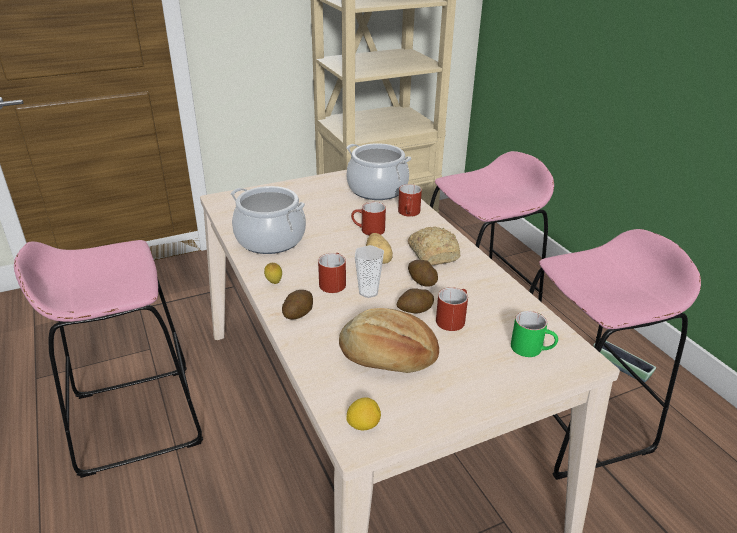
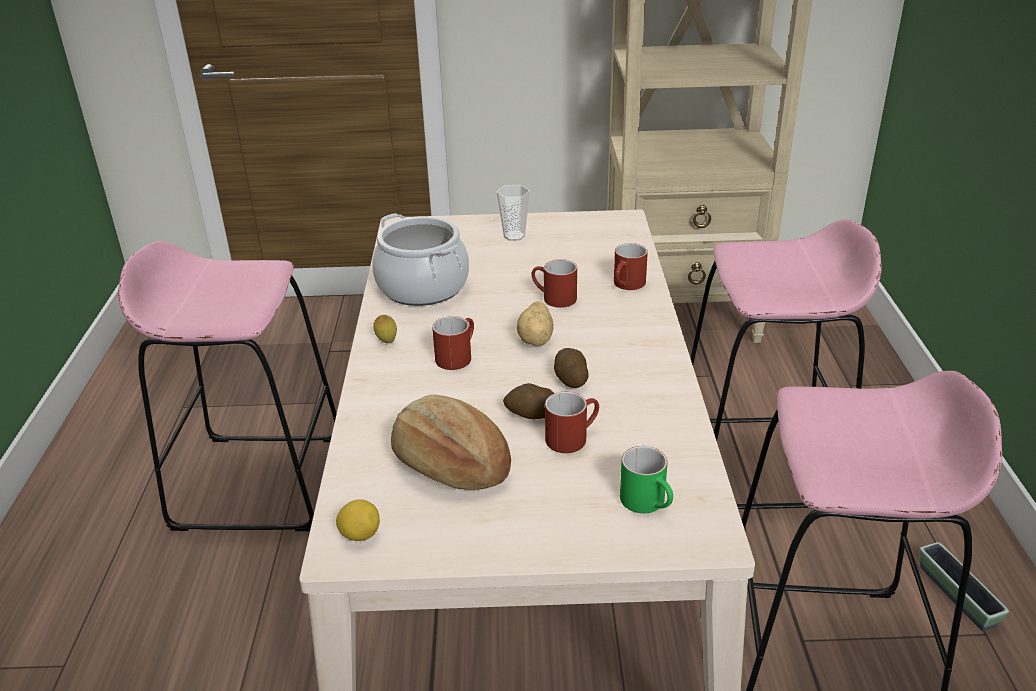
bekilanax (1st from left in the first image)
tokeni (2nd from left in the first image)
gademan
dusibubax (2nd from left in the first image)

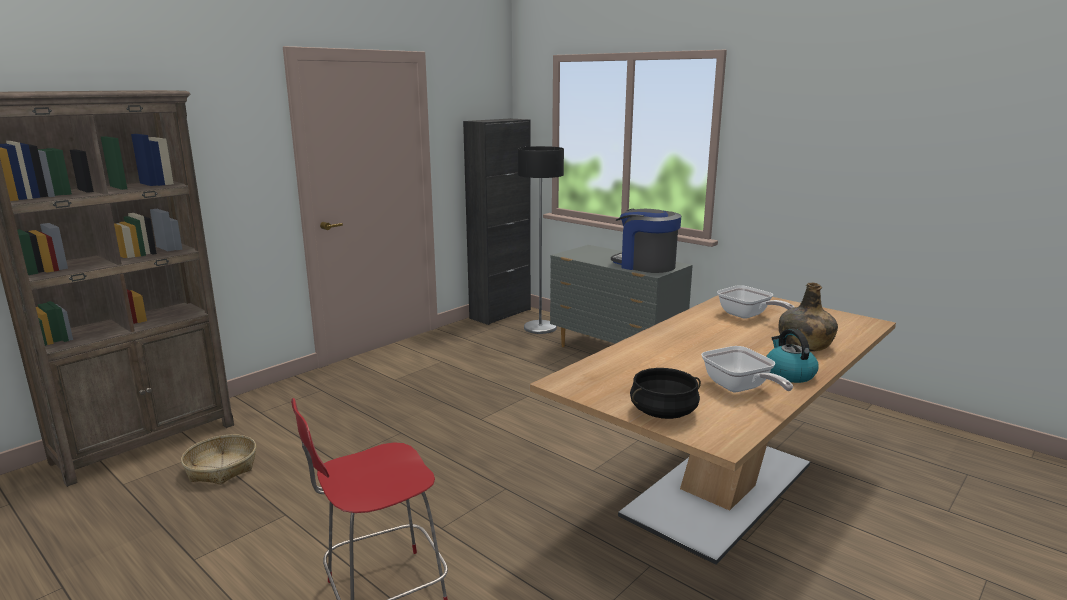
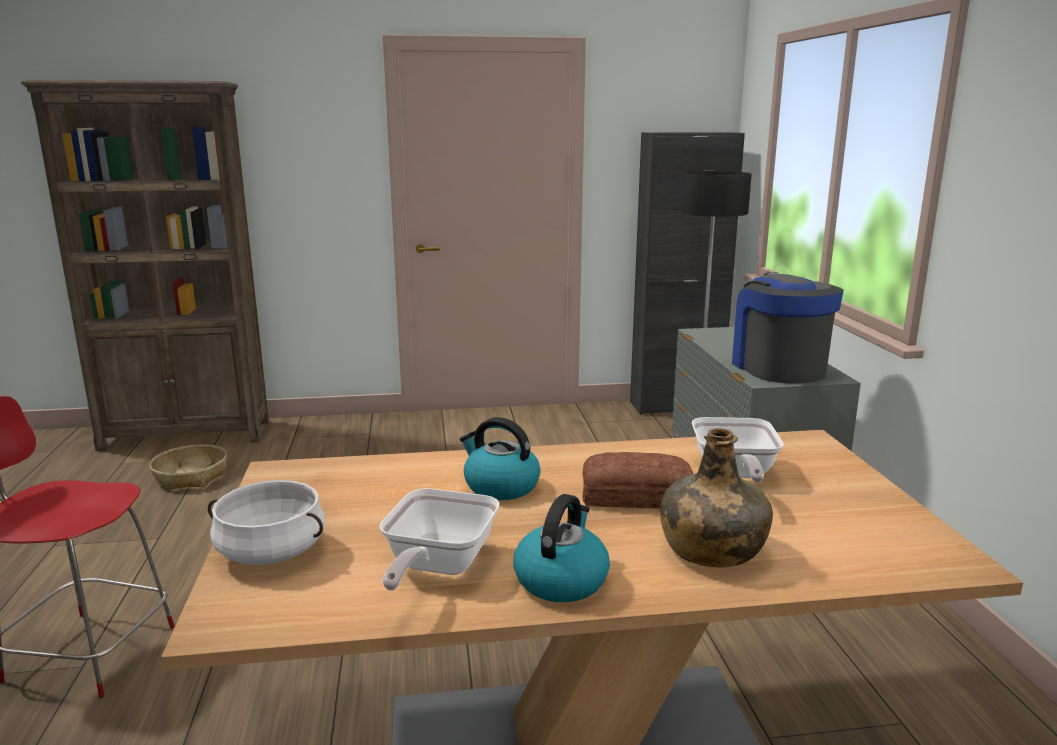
tokeni (white)
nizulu (1st from left)
dusibubax

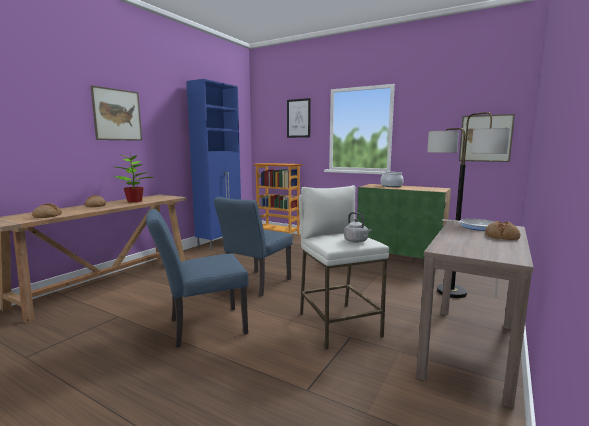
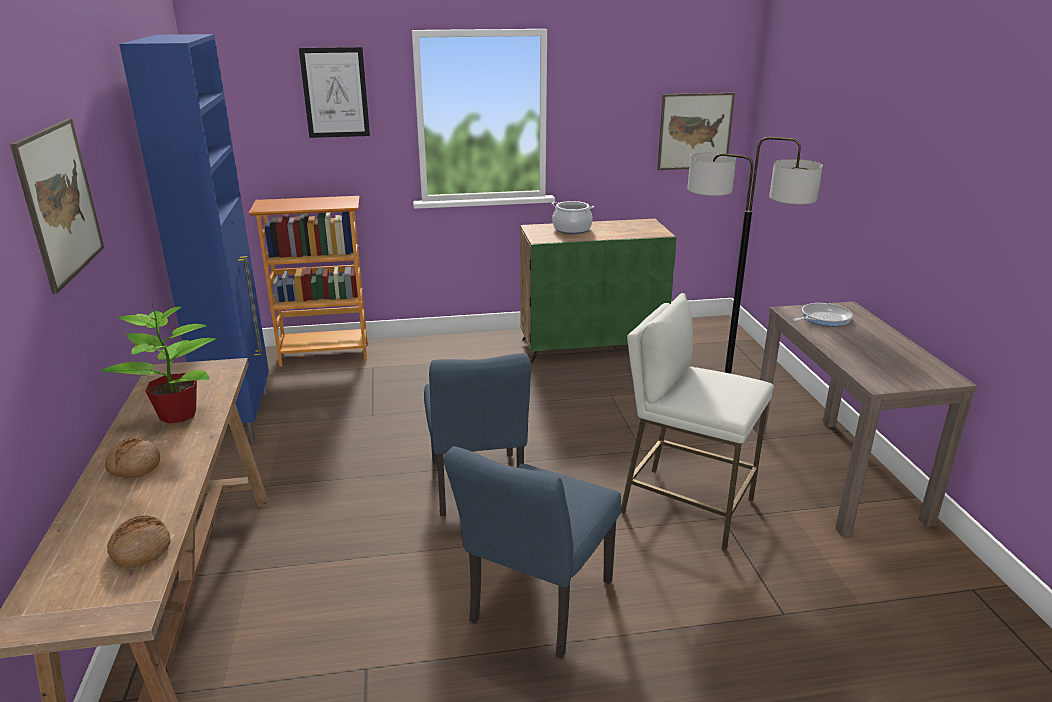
nizulu (grey)
dusibubax (3rd from left in the first image)

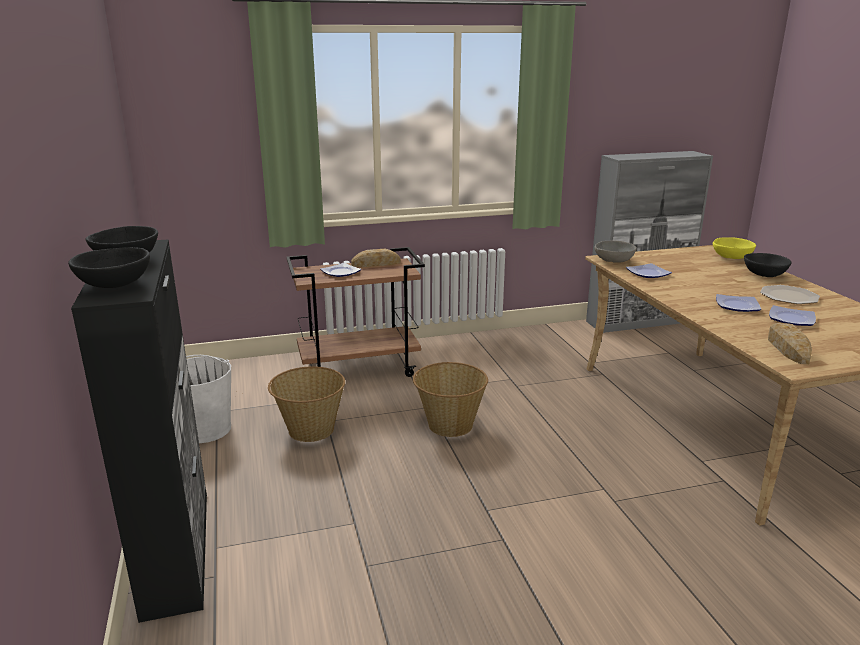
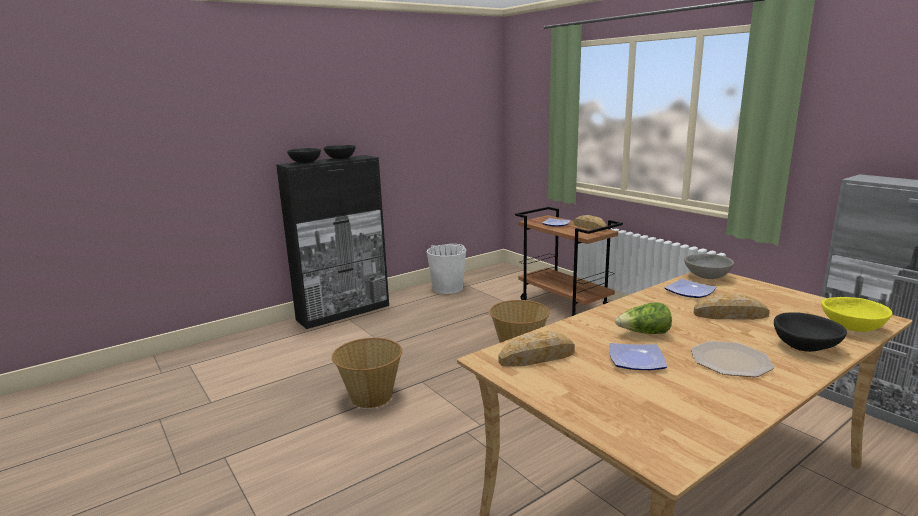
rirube (1st from left)
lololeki
dusibubax (3rd from left)

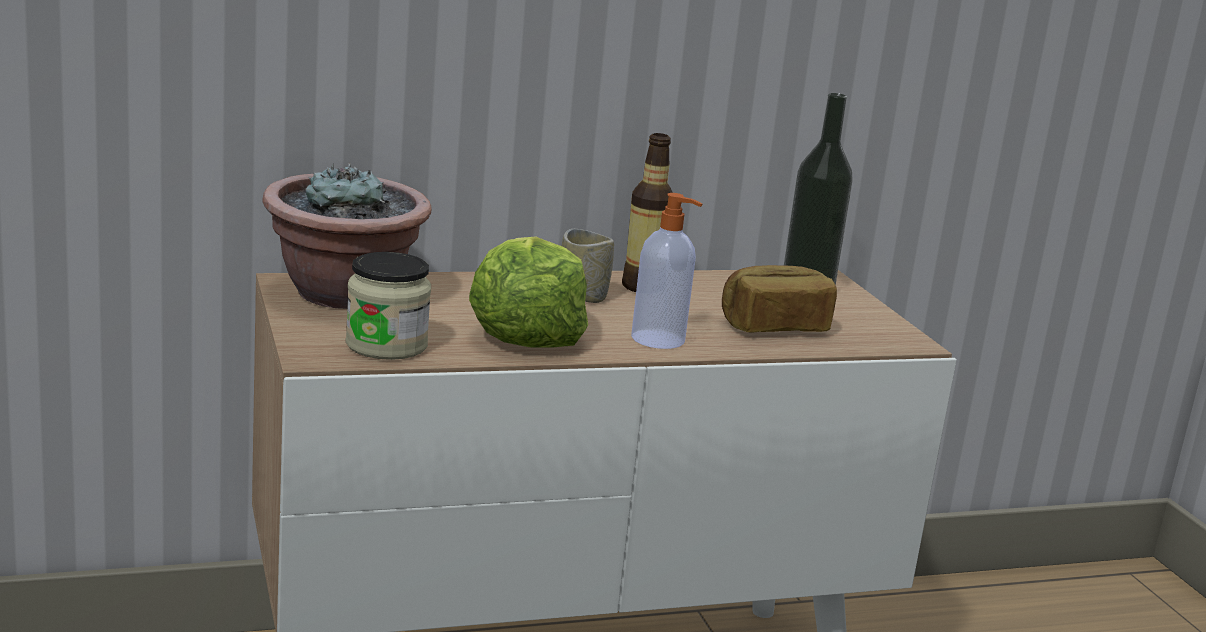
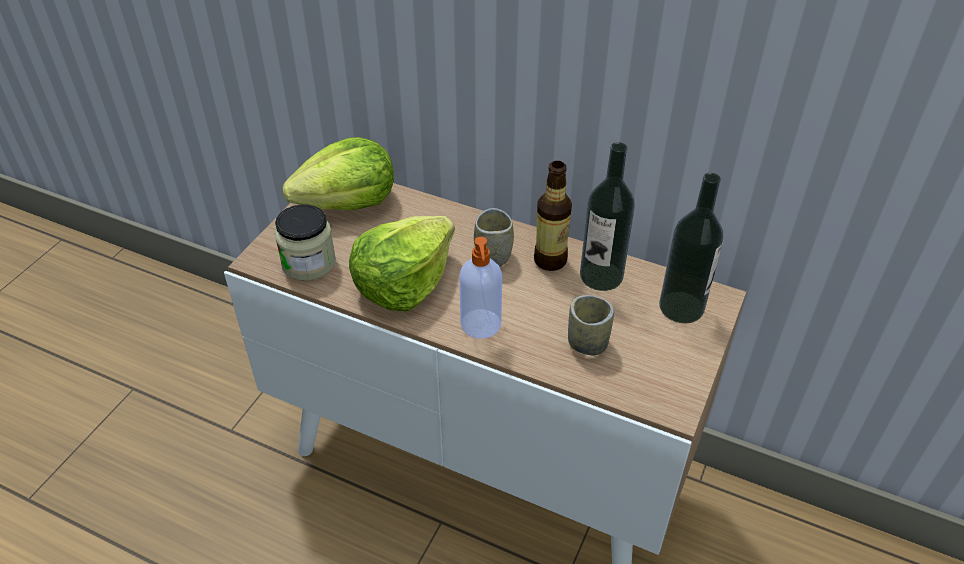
lololeki (1st from left)
gademan (2nd from left)
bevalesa (2nd from left)

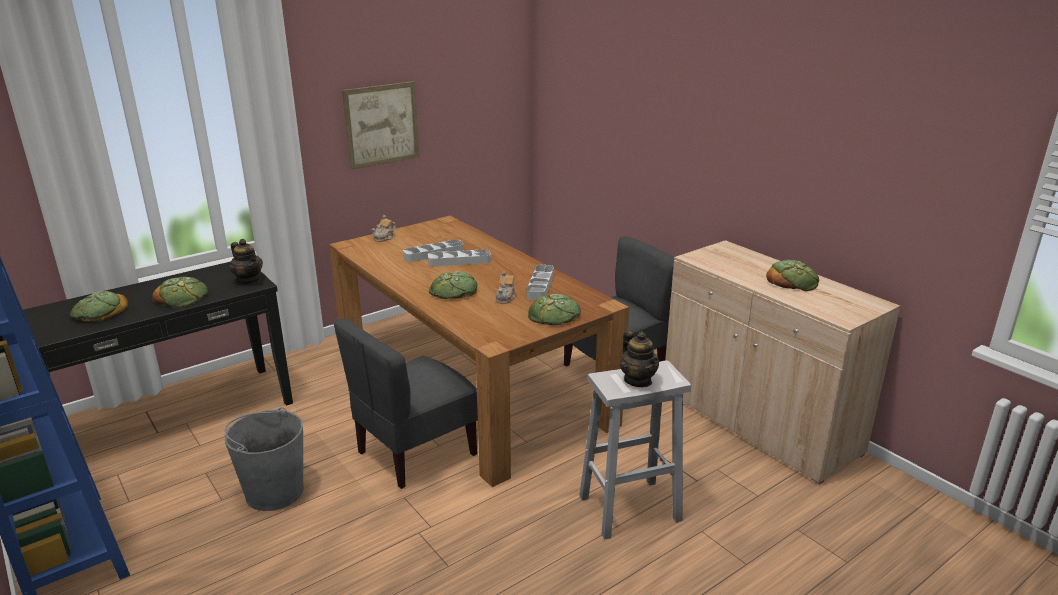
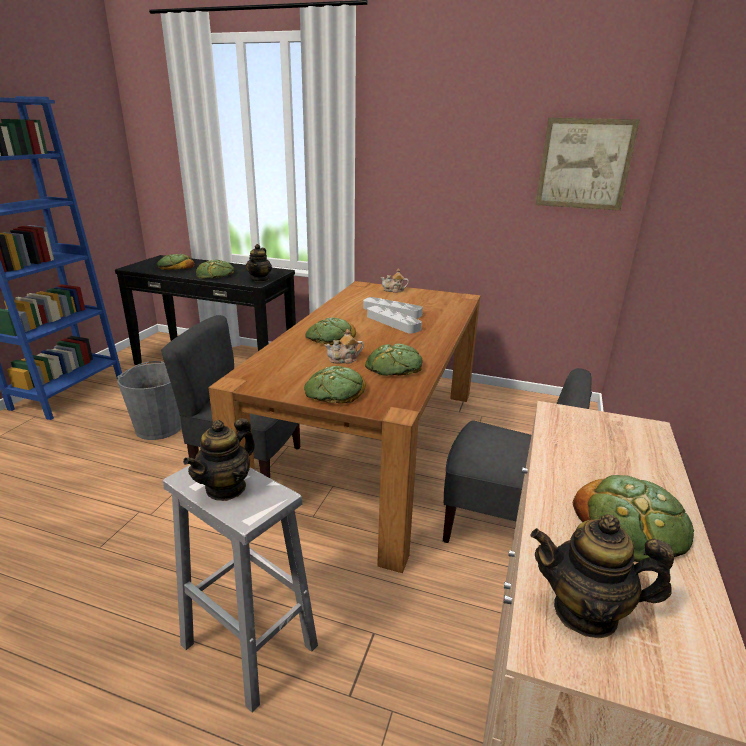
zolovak
dusibubax (5th from left)
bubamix (5th from left)

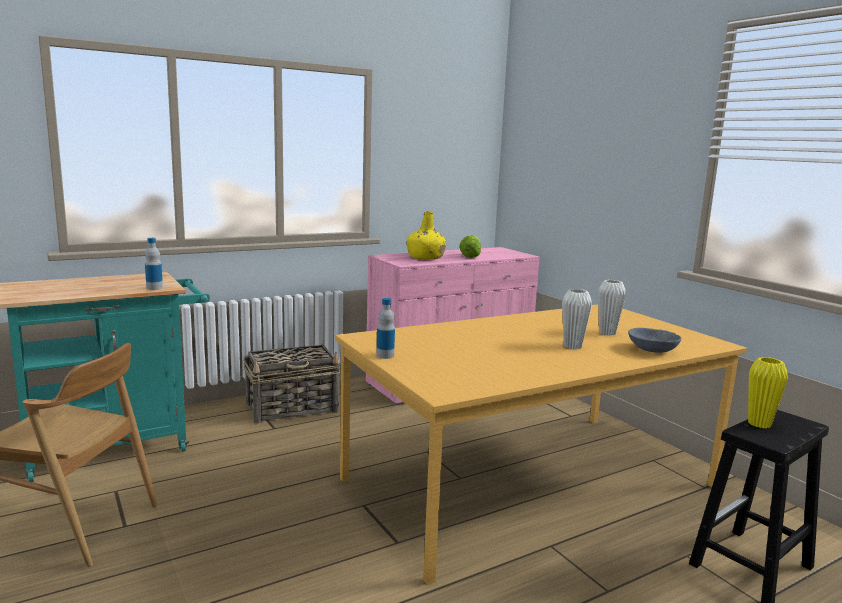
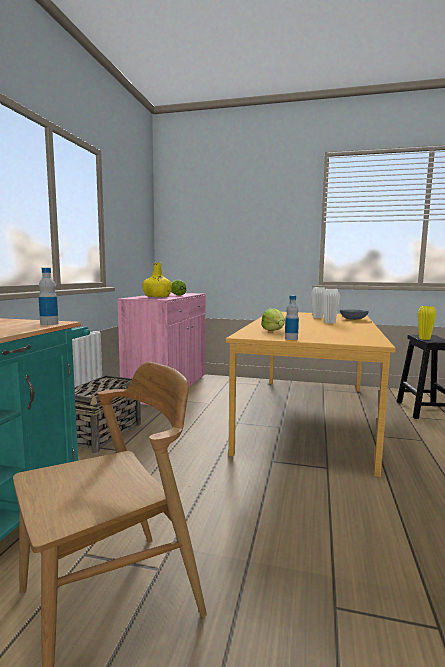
lololeki (2nd from left)

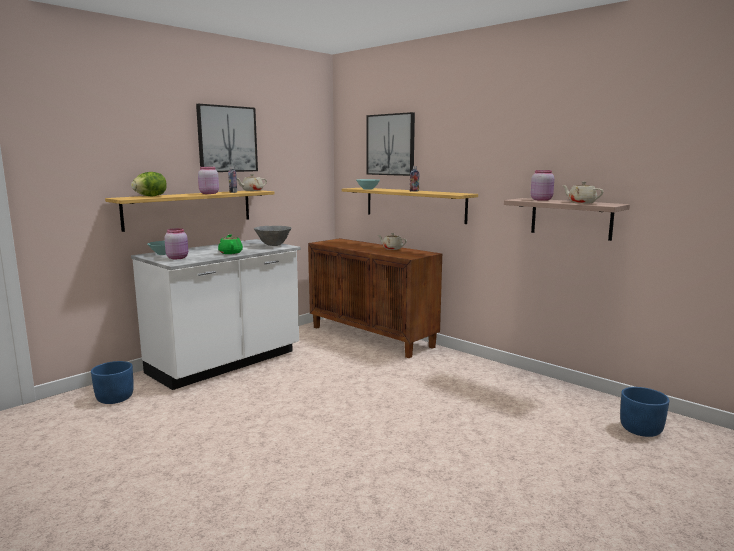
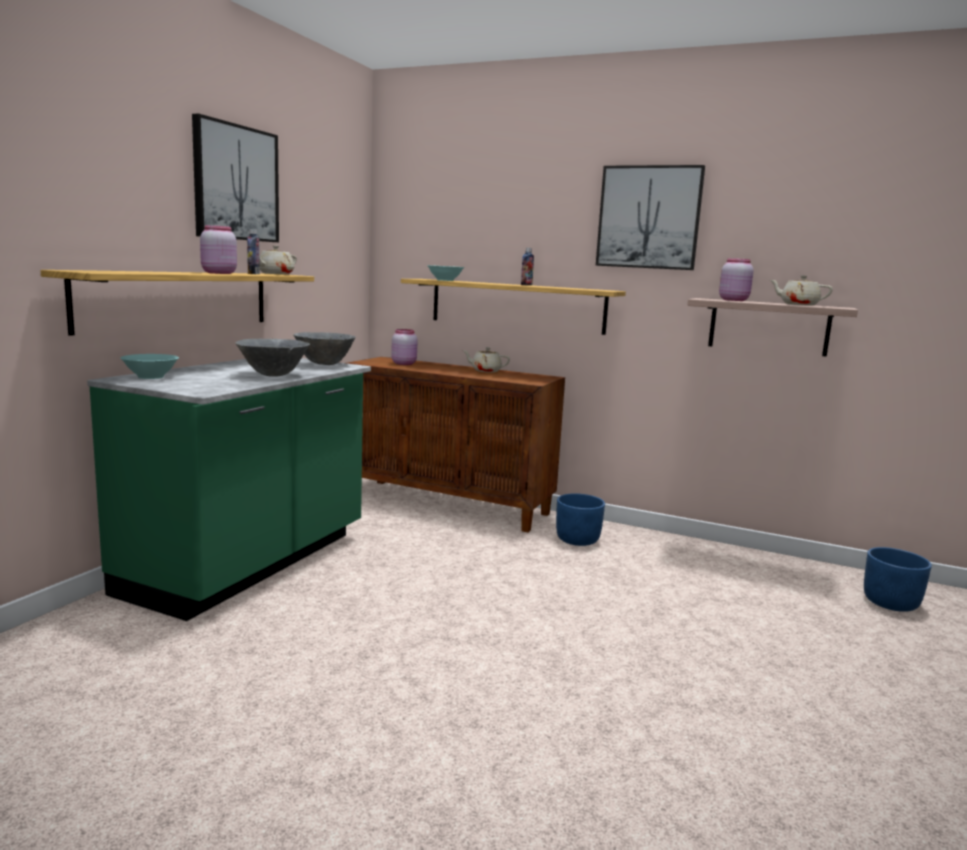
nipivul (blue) (1st from left)
lololeki
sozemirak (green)
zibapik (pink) (2nd from left)
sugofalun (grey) (1st from left)
zolovak (2nd from left)

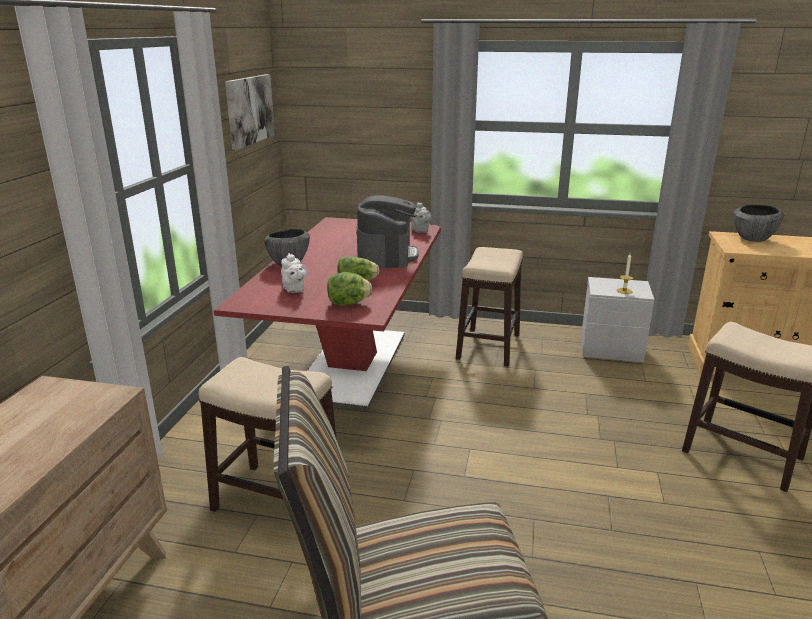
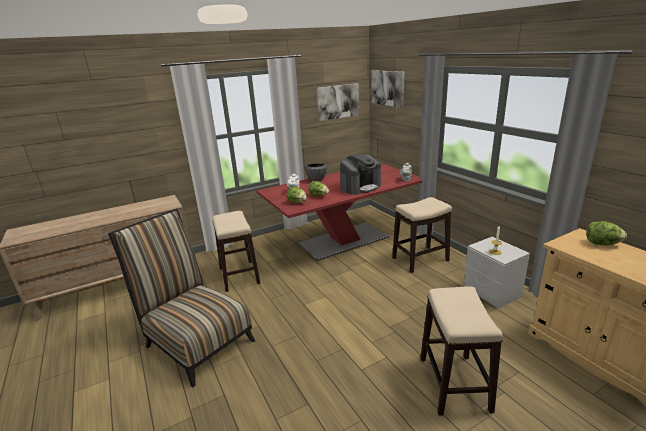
lololeki (3rd from left)
zolovak (2nd from left)

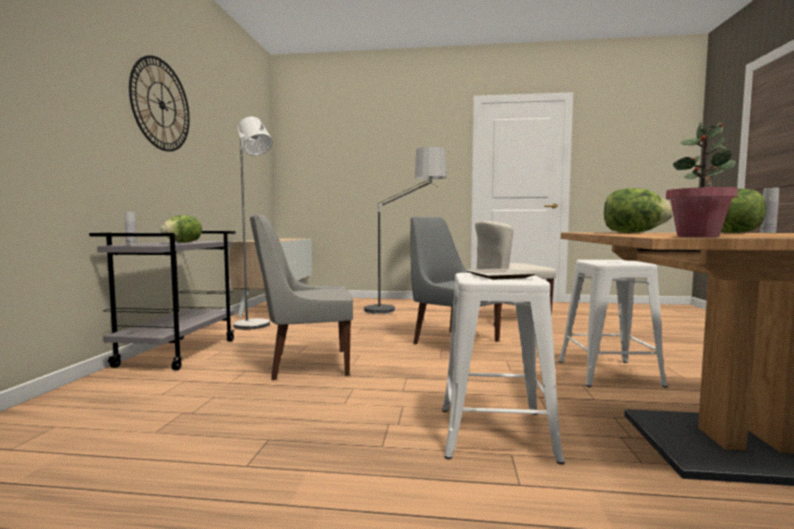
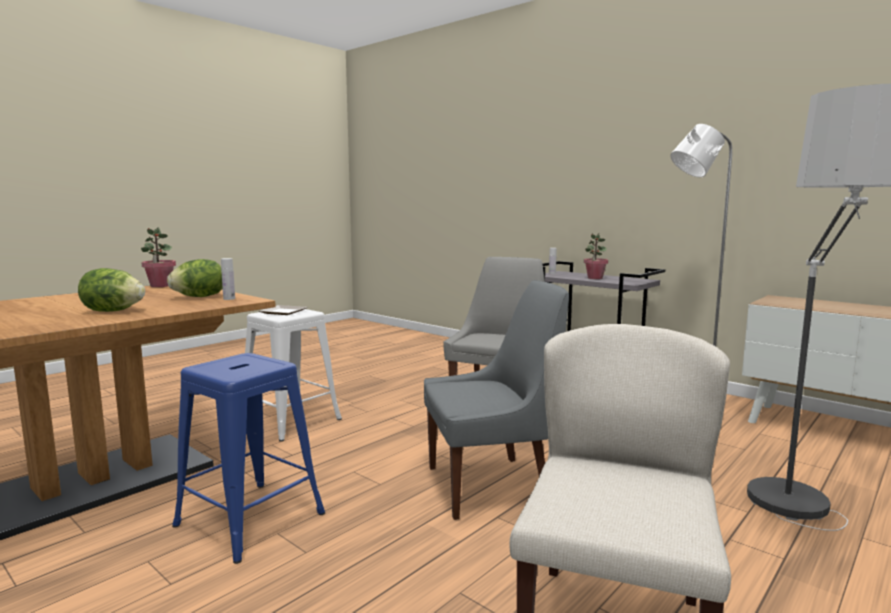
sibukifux
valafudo (2nd from left)
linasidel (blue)
bevalesa (white) (1st from left)

